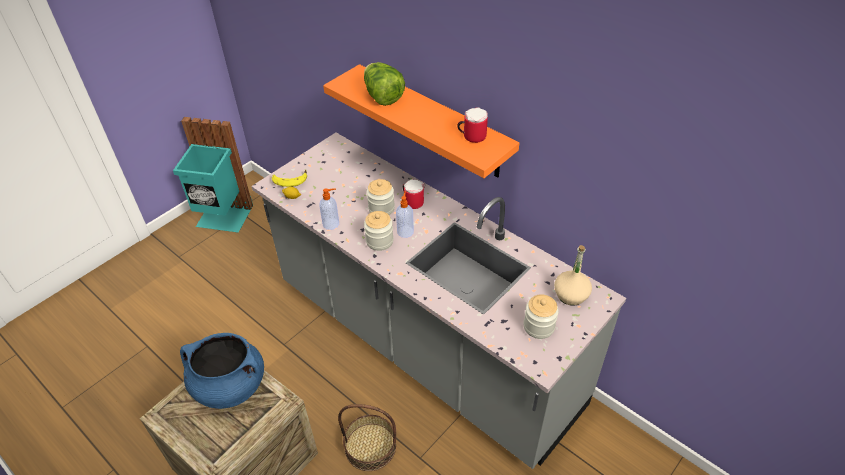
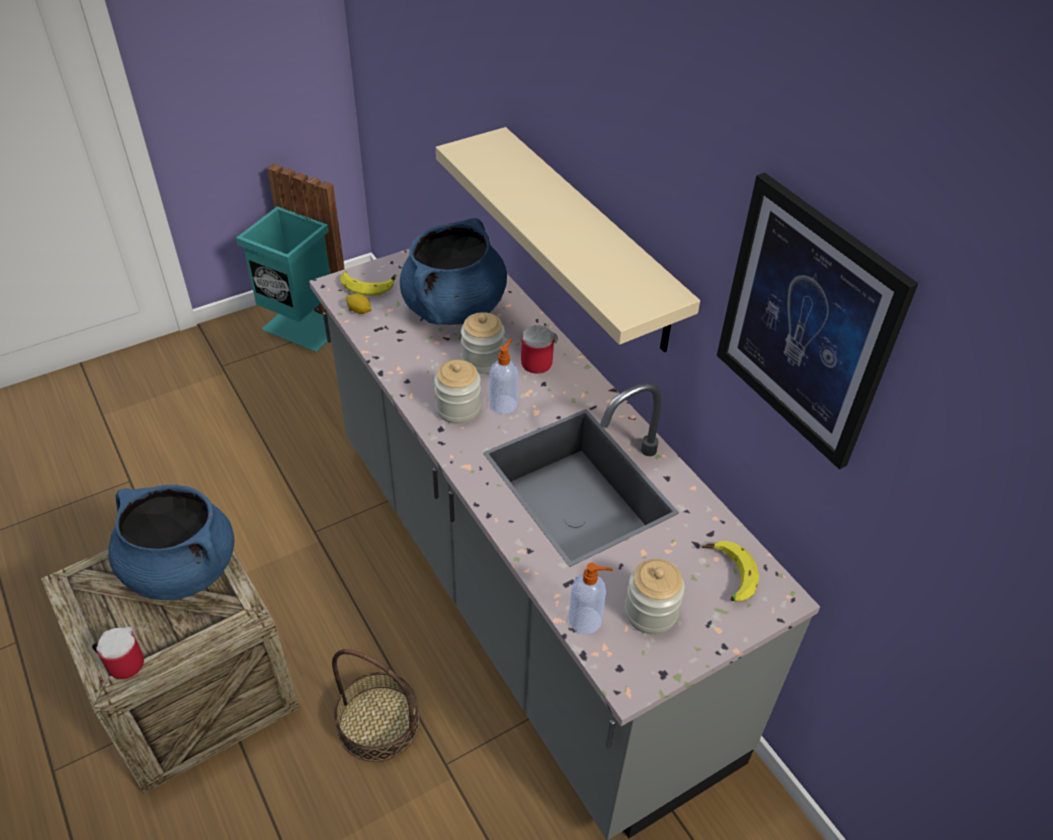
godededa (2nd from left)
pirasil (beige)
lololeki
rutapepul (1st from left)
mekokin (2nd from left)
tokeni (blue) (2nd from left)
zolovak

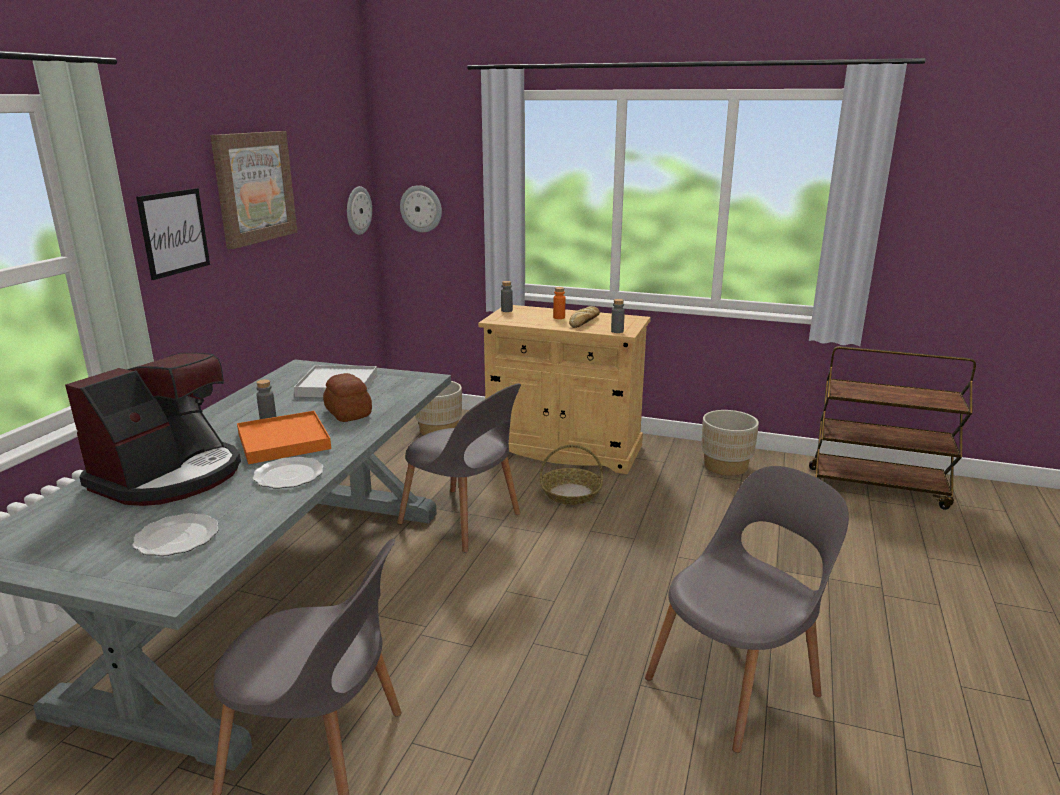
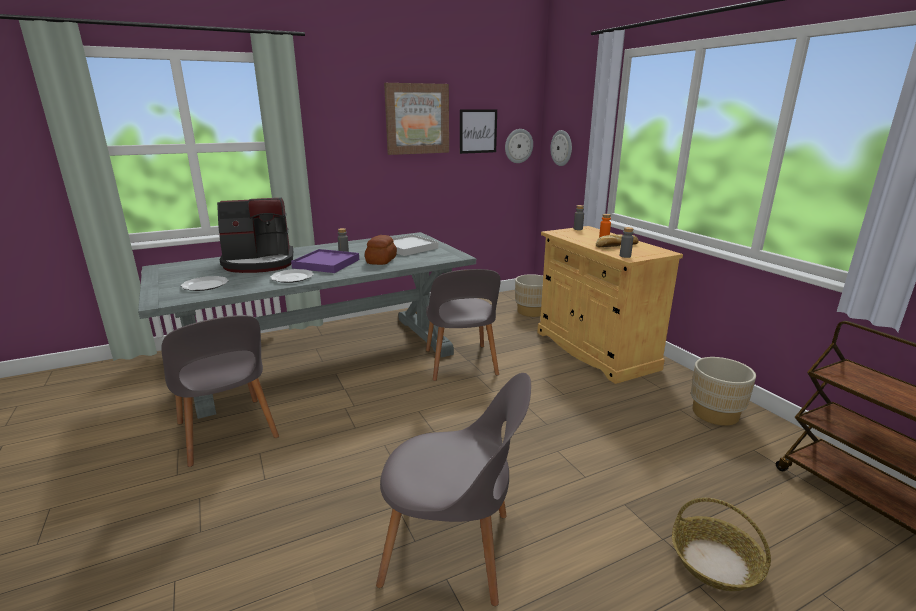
zolovak (2nd from left)
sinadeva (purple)
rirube

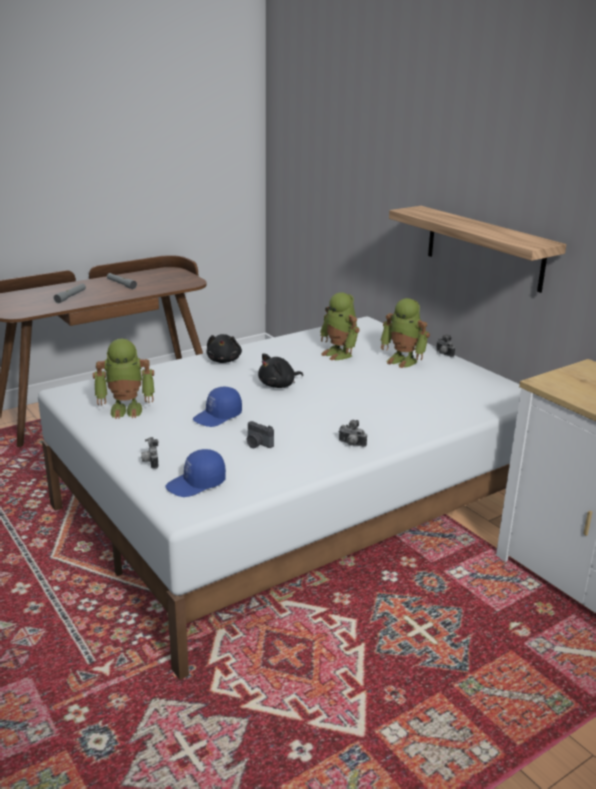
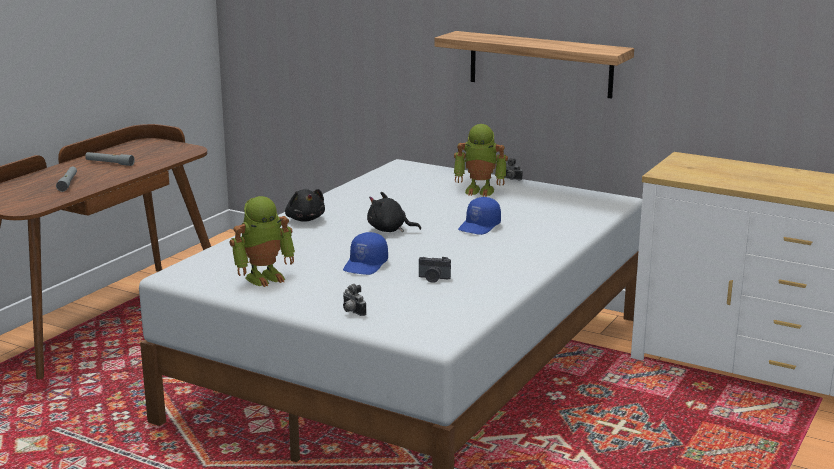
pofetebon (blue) (2nd from left)
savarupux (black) (2nd from left)
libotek (2nd from left in the first image)
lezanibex (3rd from left in the first image)

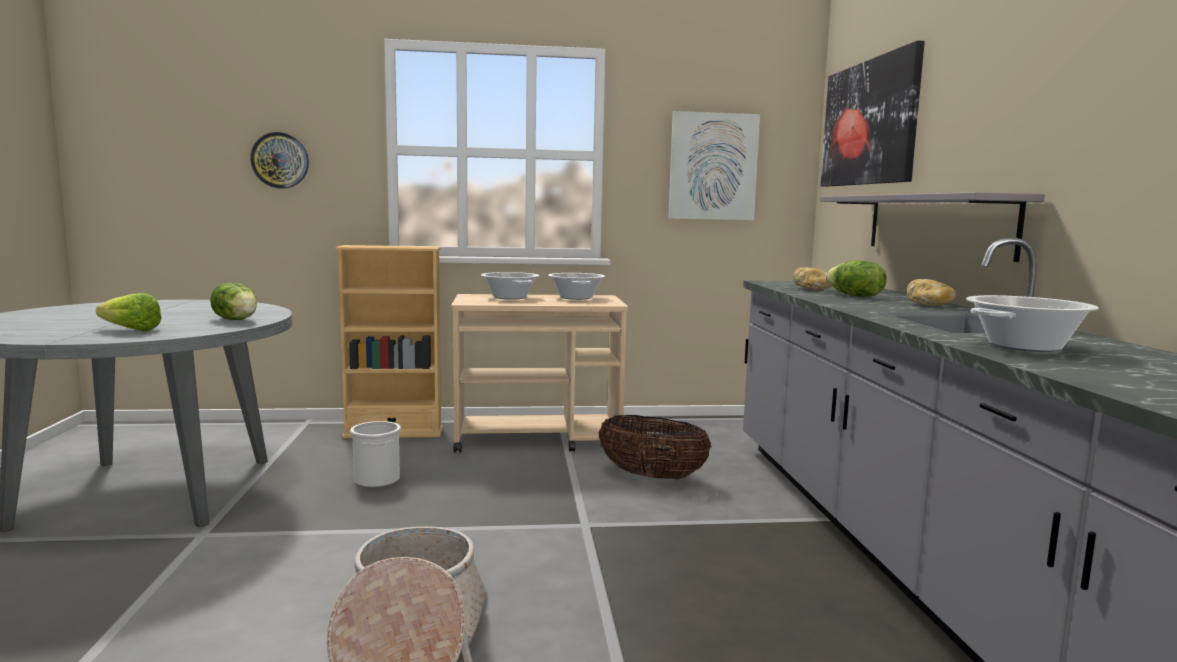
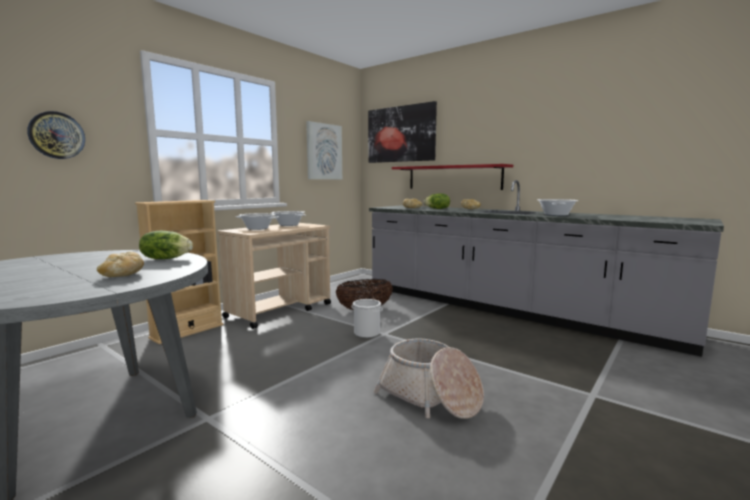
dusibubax (1st from left)
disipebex
pirasil (red)

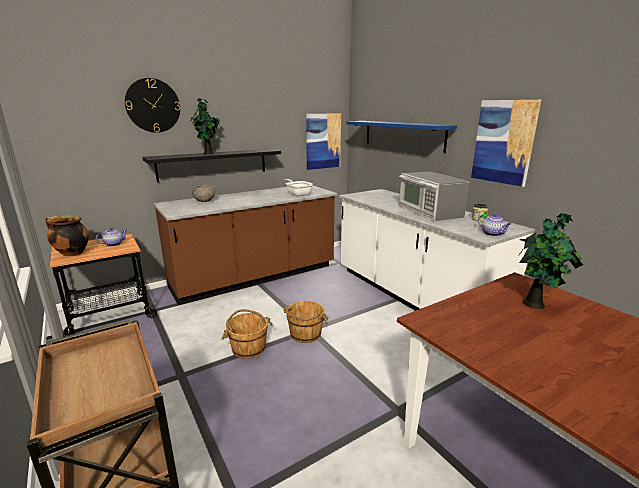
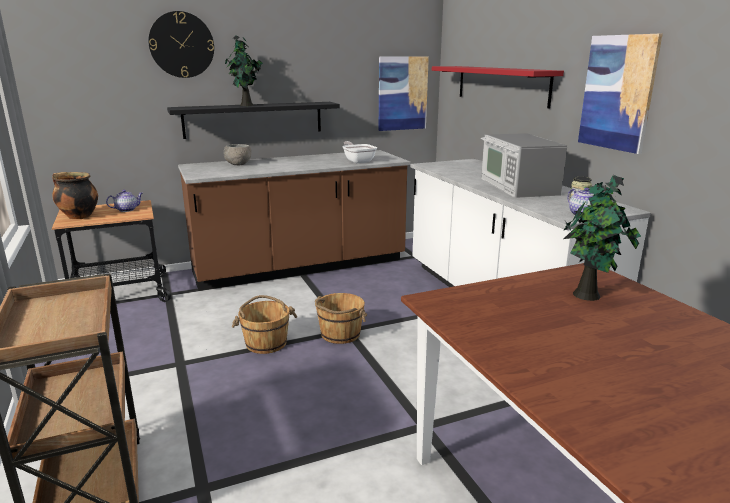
pirasil (red)

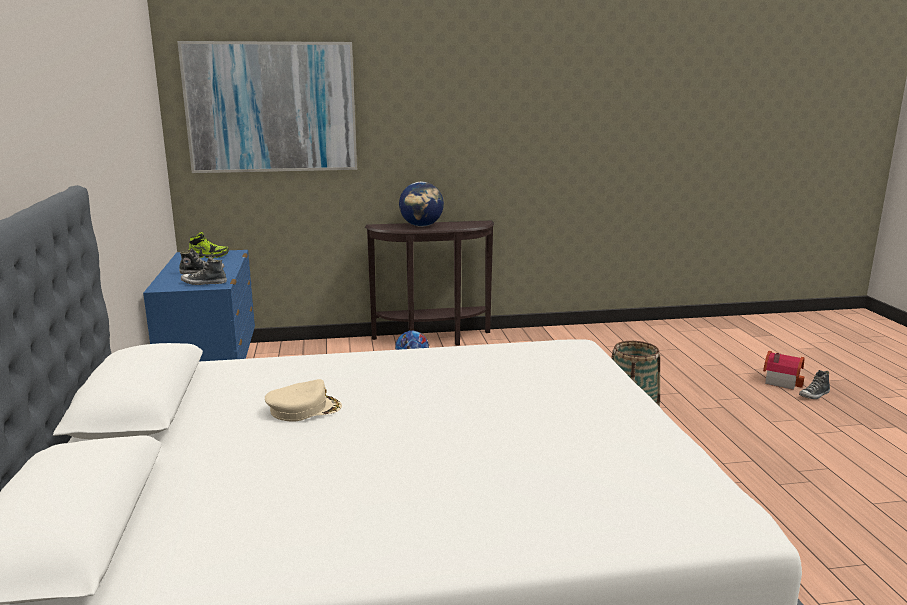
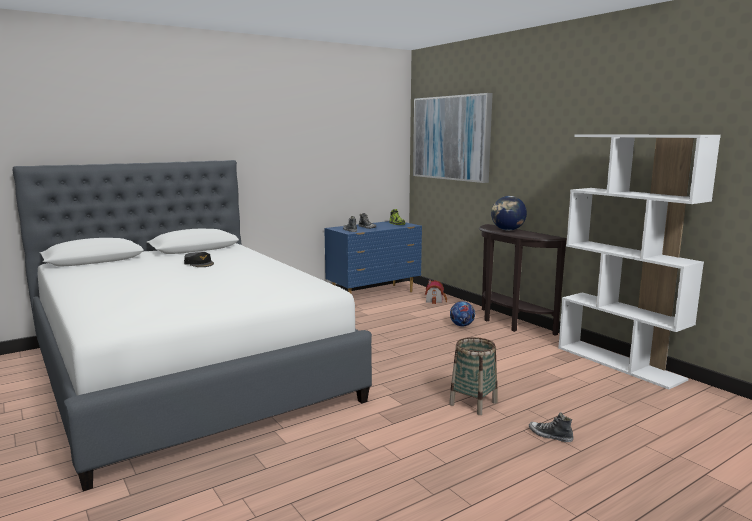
pofetebon (black)
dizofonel
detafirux (4th from left)
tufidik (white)

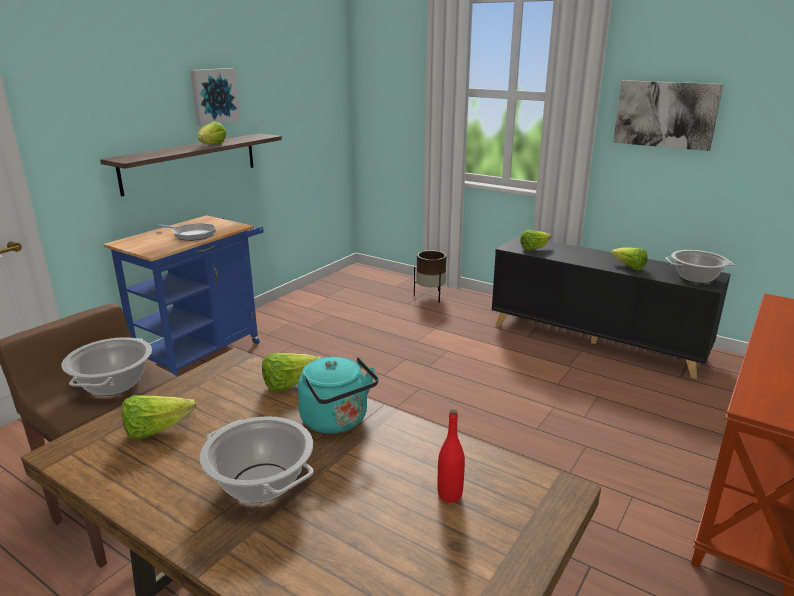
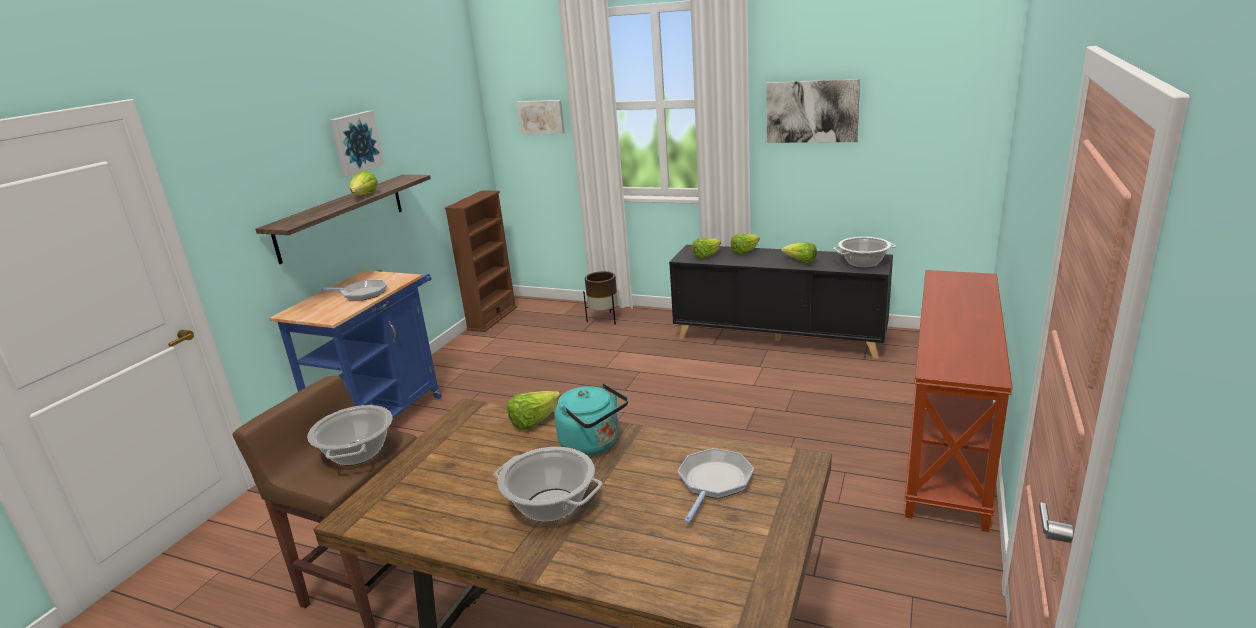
lololeki (4th from left)
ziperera (2nd from left)
tufidik (brown)
zolovak (2nd from left)

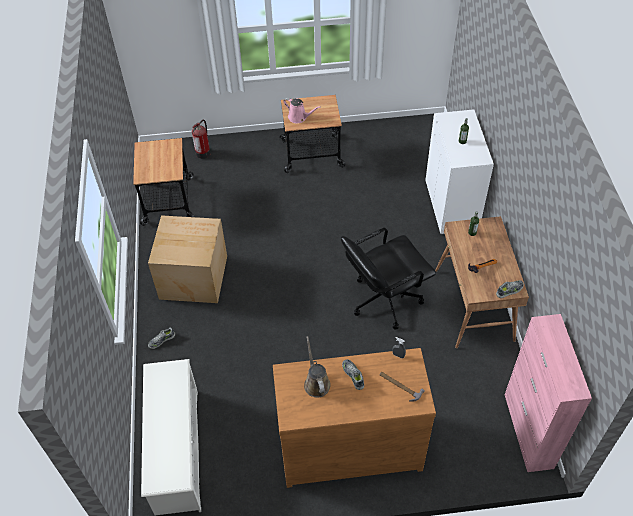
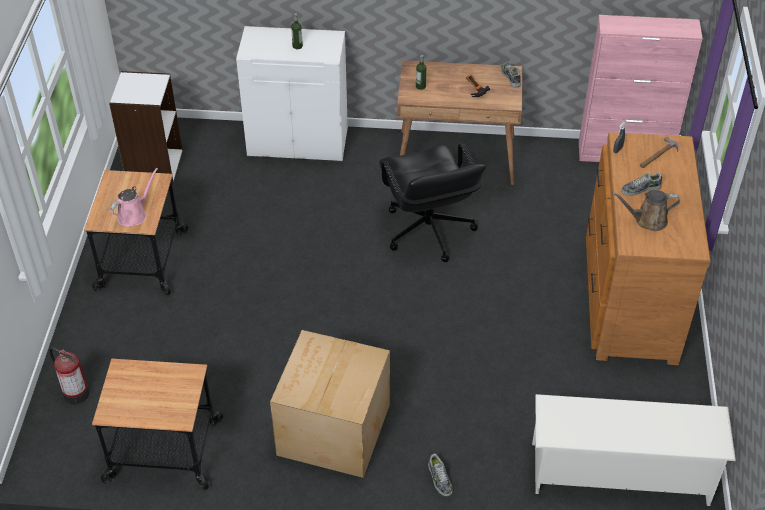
tufidik (white)

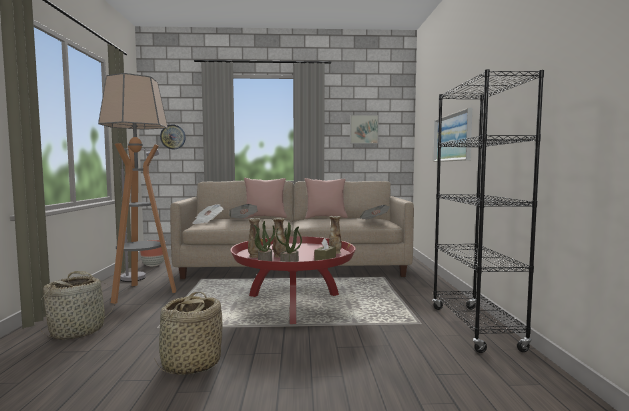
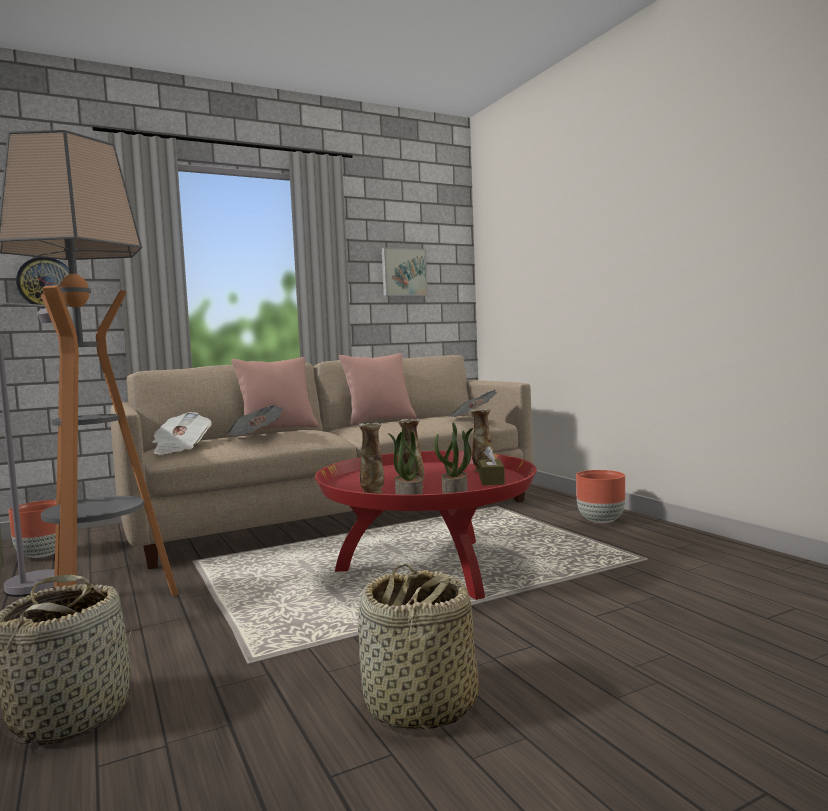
tufidik (black)
zolovak (2nd from left in the first image)
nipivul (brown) (2nd from left)

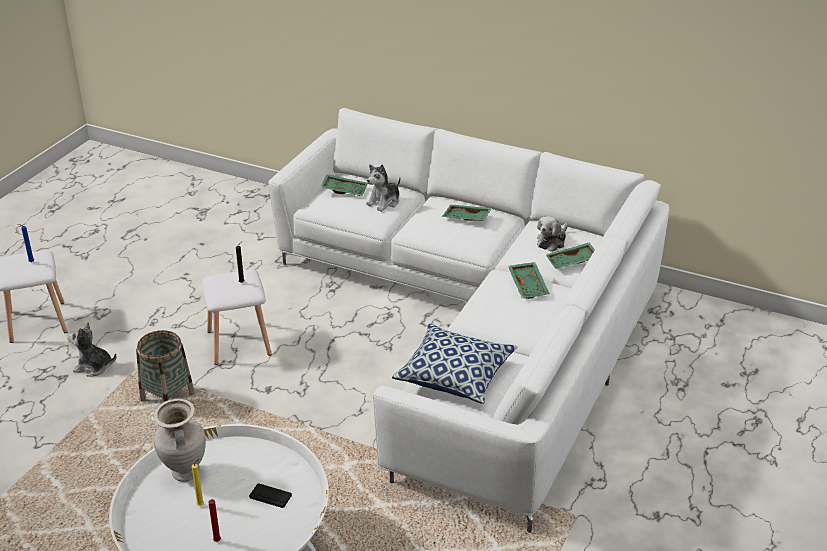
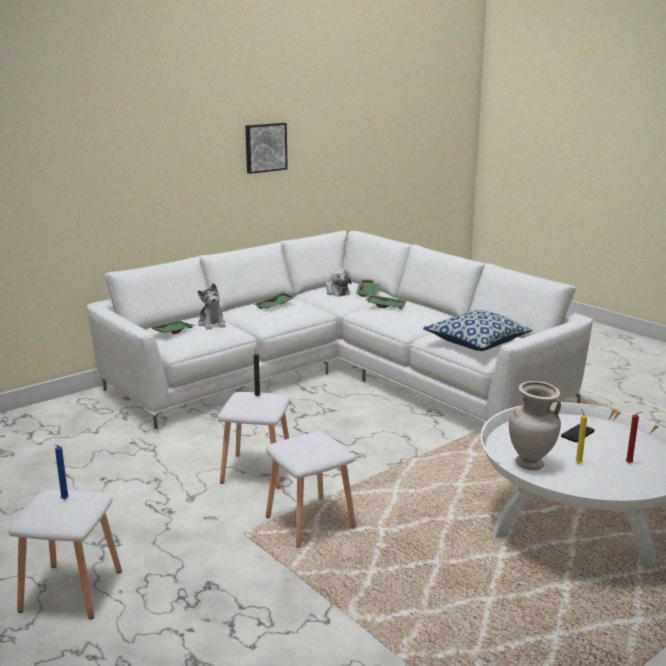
savarupux (1st from left in the first image)
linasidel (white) (3rd from left)
zolovak

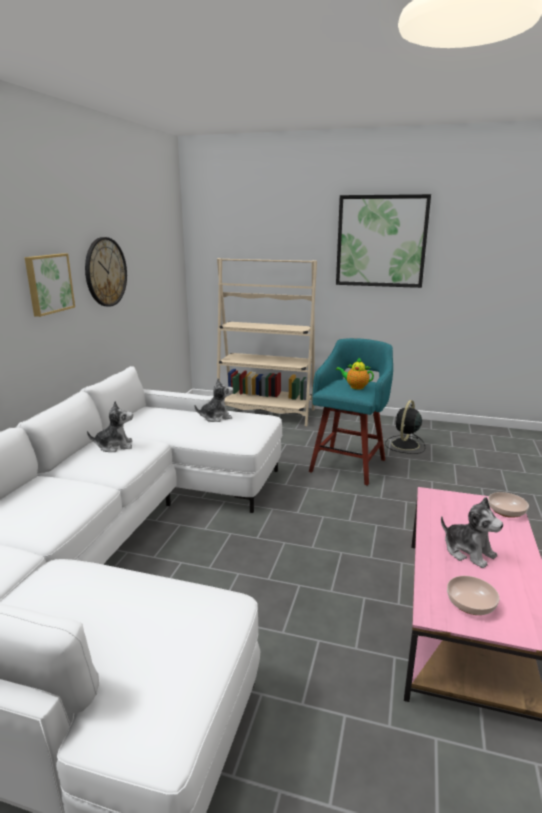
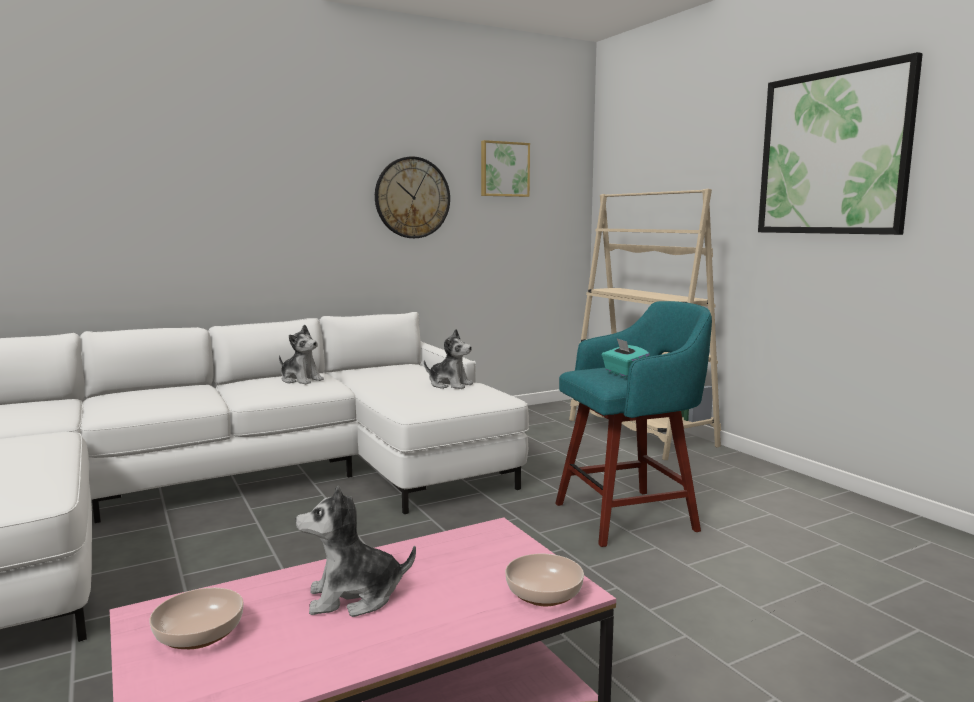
zolovak (1st from left)
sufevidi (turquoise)
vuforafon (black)
savarupux (2nd from left)

